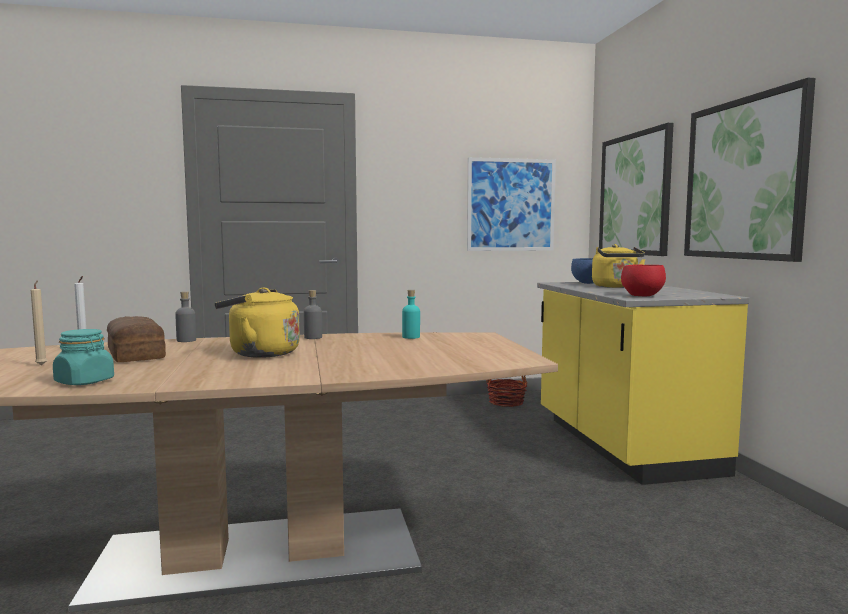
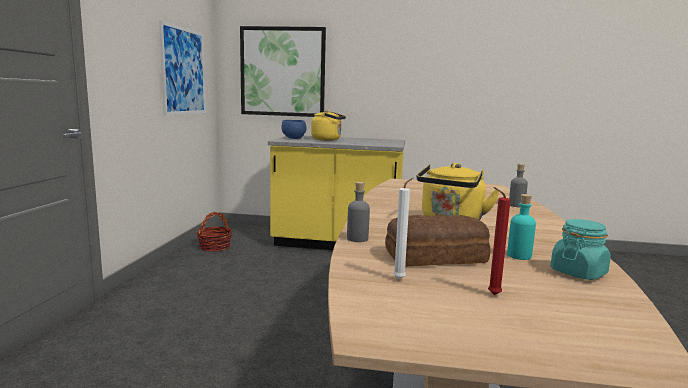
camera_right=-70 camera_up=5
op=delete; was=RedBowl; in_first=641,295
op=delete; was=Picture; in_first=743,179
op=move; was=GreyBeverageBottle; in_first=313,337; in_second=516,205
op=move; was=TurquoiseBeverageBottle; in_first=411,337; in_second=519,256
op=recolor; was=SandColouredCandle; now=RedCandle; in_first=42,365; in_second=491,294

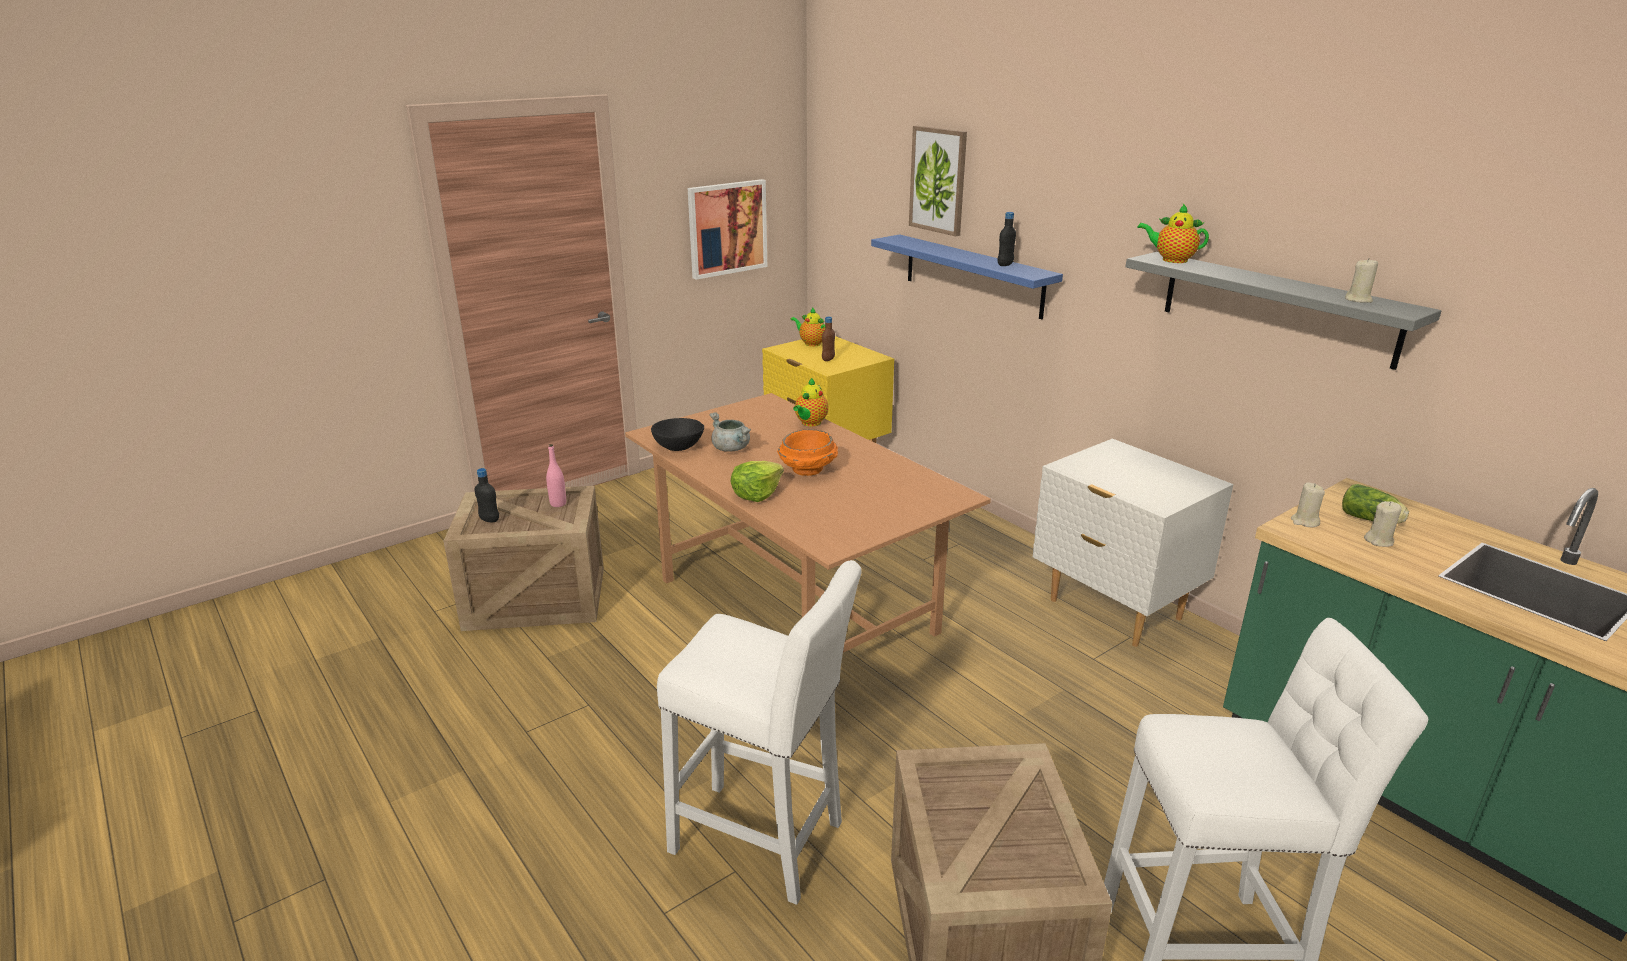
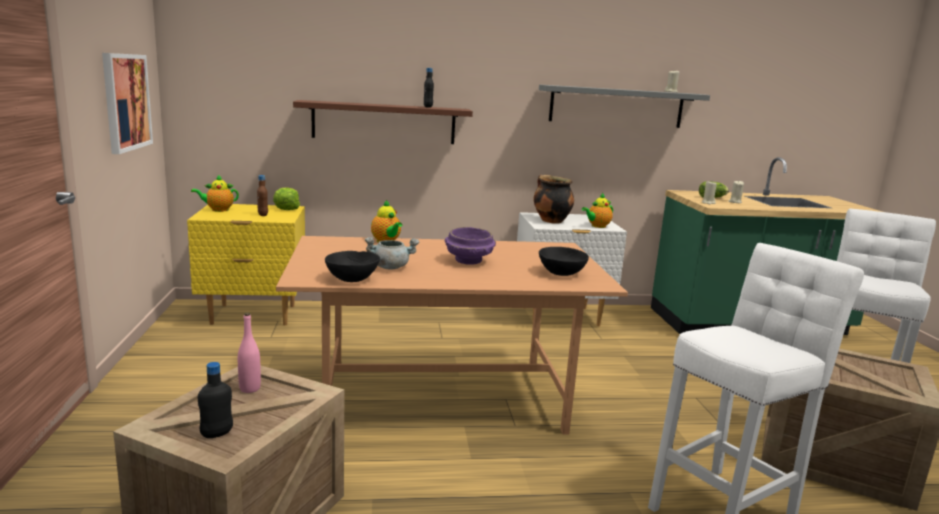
camera_right=-60 camera_up=-10
op=delete; was=Picture; in_first=938,180
op=insert; now=Stockpot; in_second=550,221
op=insert; now=BlackBowl; in_second=561,273
op=move; was=Lettuce; in_first=756,494; in_second=286,208
op=move; was=Teapot; in_first=1171,260; in_second=597,226
op=recolor; was=OrangeyBowl; now=PurpleColouredBowl; in_first=808,470; in_second=469,261
op=recolor; was=BlueColouredBracketShelf; now=BrownBracketShelf; in_first=973,275; in_second=384,122

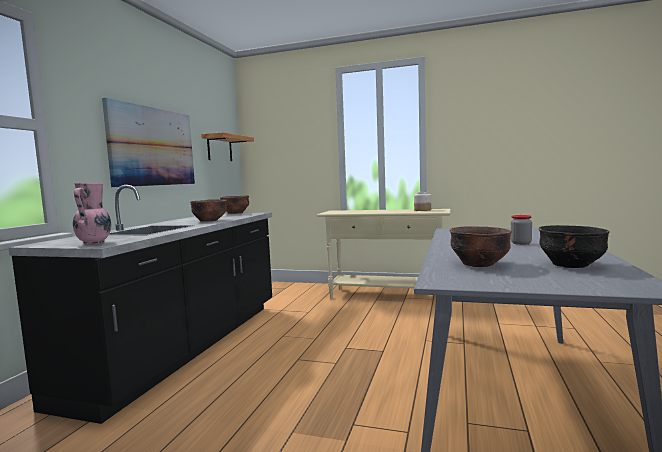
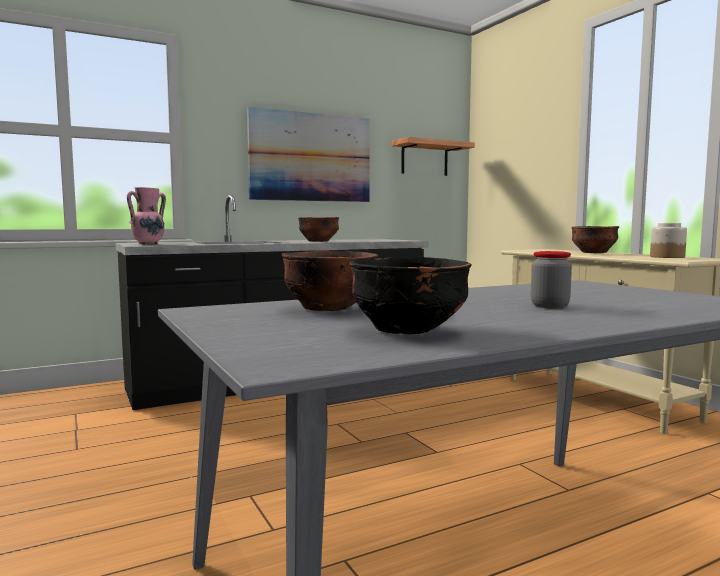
camera_right=45 camera_up=0
op=move; was=BrownBowl; in_first=236,213; in_second=594,253

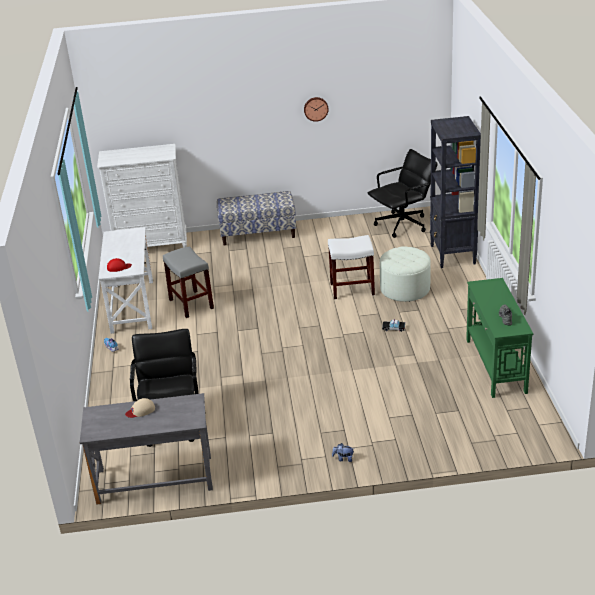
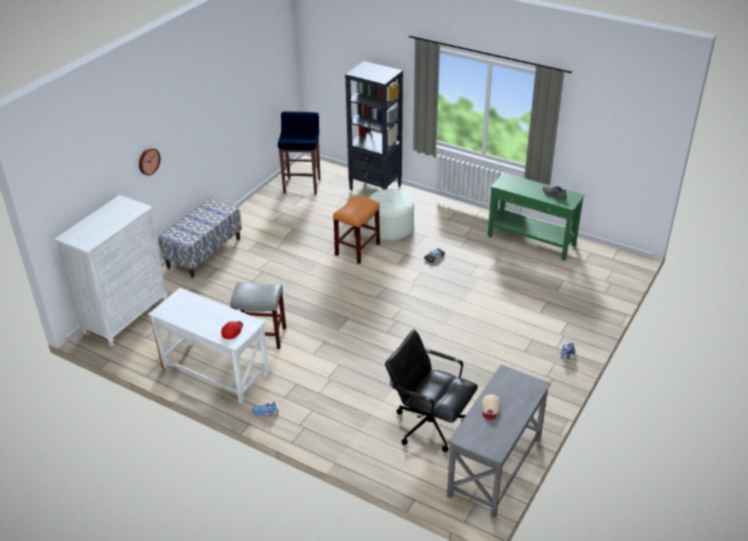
camera_right=-55 camera_up=5
op=move; was=WallClock; in_first=316,108; in_second=148,161
op=replace; was=BlackOfficeChair; now=BlueColouredStoolSeat; in_first=403,225; in_second=302,185
op=recolor; was=WhitishStoolSeat; now=OrangeyStoolSeat; in_first=352,289; in_second=357,249

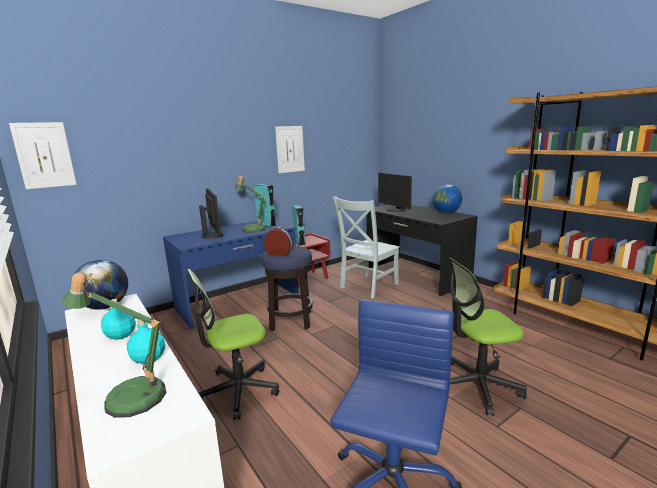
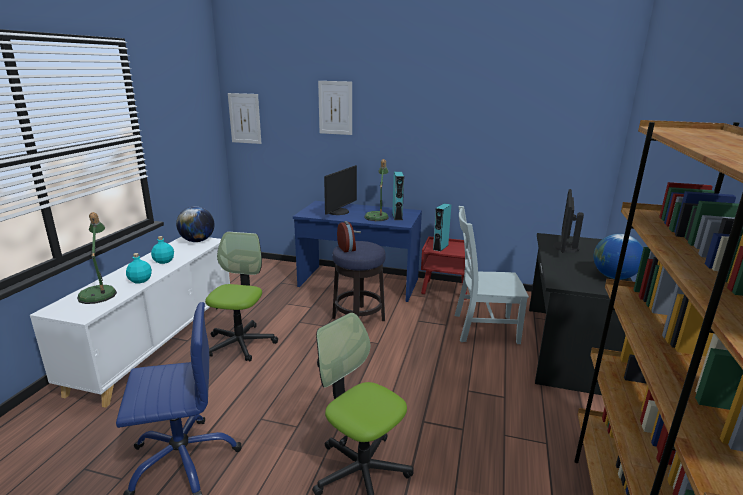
camera_right=50 camera_up=5
op=move; was=Picture; in_first=290,149; in_second=335,108
op=rotate; was=OfficeChair; in_first=237,391; in_second=240,343; clockwise=75

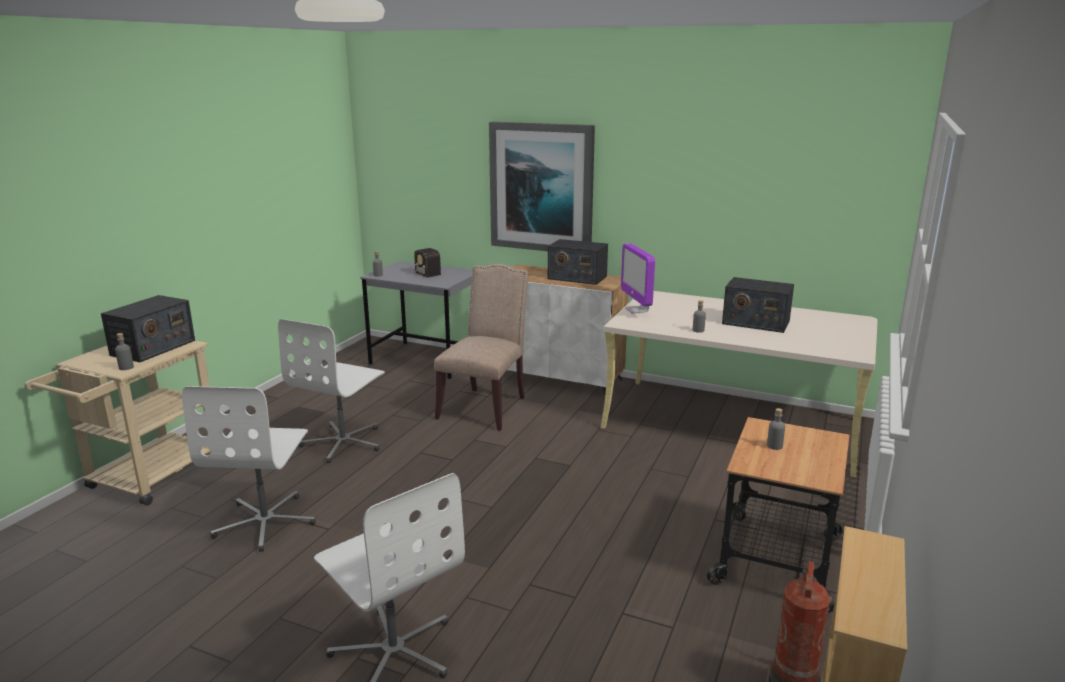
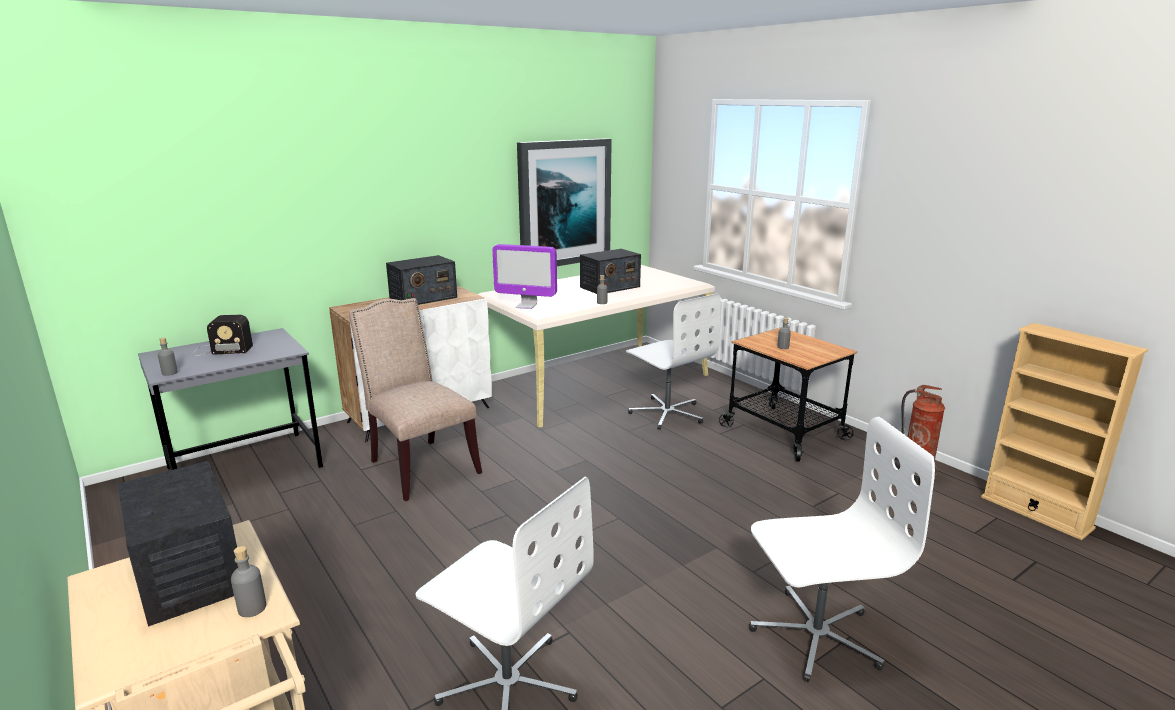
camera_right=-60 camera_up=0
op=move; was=WhitishOfficeChair; in_first=344,443; in_second=667,413
op=move; was=Picture; in_first=542,187; in_second=564,203

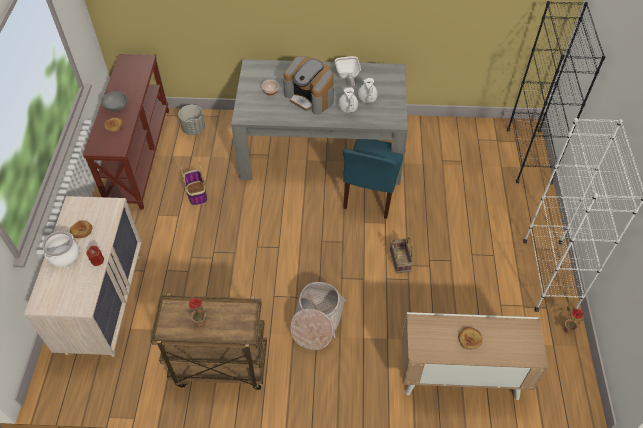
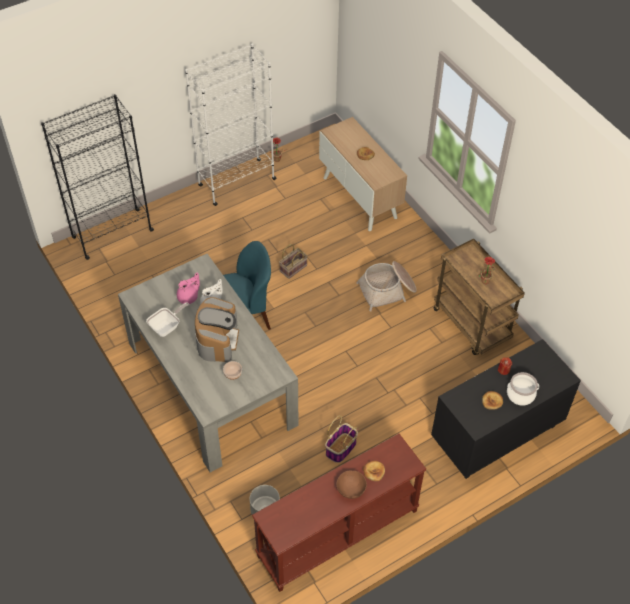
camera_right=-125 camera_up=0
op=recolor; was=SandColouredDrawerChest; now=BlackDrawerChest; in_first=104,302; in_second=496,435
op=recolor; was=GreyBowl; now=BrownBowl; in_first=116,107; in_second=351,489
op=recolor; was=WhitishTeapot; now=PinkTeapot; in_first=367,99; in_second=189,297

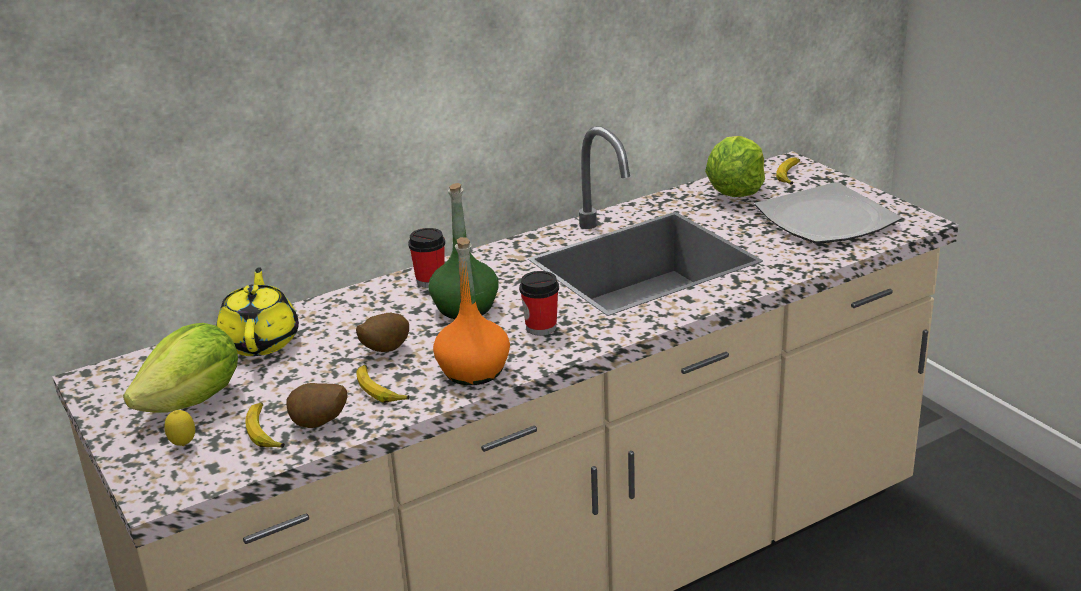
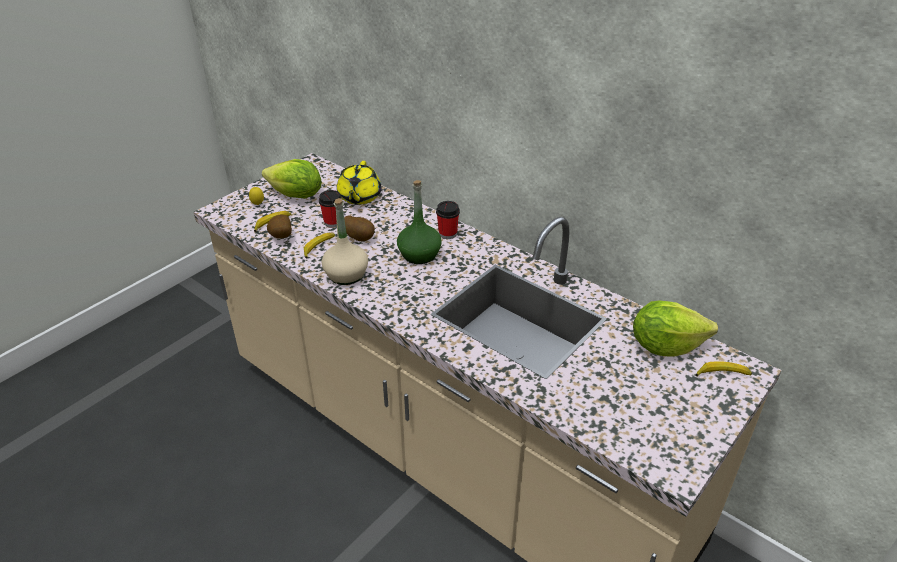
camera_right=70 camera_up=10
op=delete; was=FlatDish; in_first=827,220
op=move; was=DrinkingCup; in_first=541,327; in_second=333,222
op=recolor; was=OrangeyBeverageBottle; now=SandColouredBeverageBottle; in_first=474,370; in_second=346,275
op=rotate; was=YellowColouredTeapot; in_first=261,341; in_second=359,197; clockwise=120

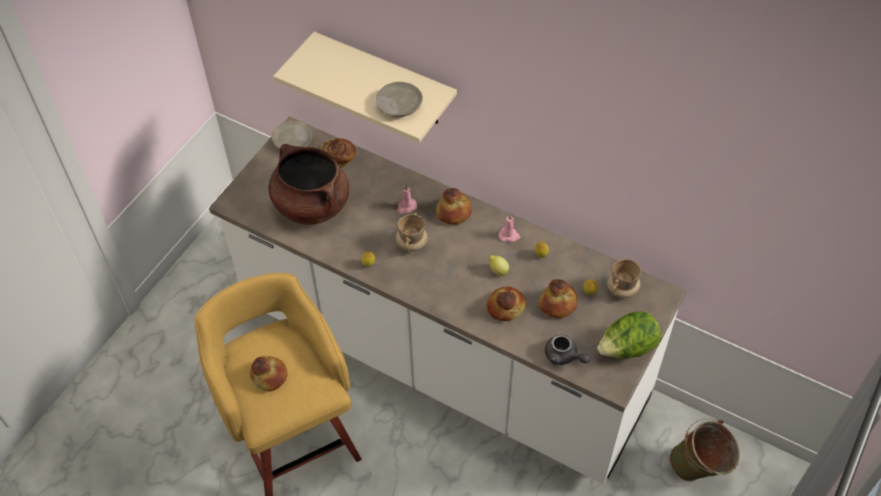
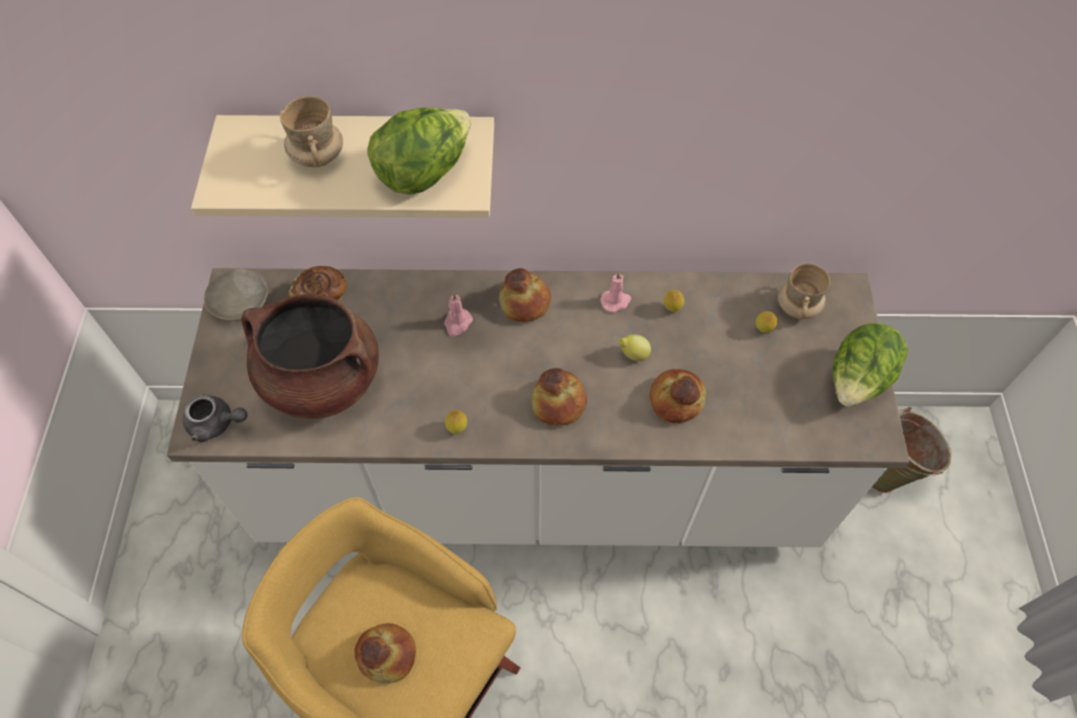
camera_right=-30 camera_up=5
op=move; was=SandColouredMug; in_first=412,243; in_second=317,156
op=move; was=Bread; in_first=558,304; in_second=559,402
op=move; was=GreyTeapot; in_first=564,356; in_second=216,424
op=replace; was=SandColouredFlatDish; now=Lettuce; in_first=399,105; in_second=424,172

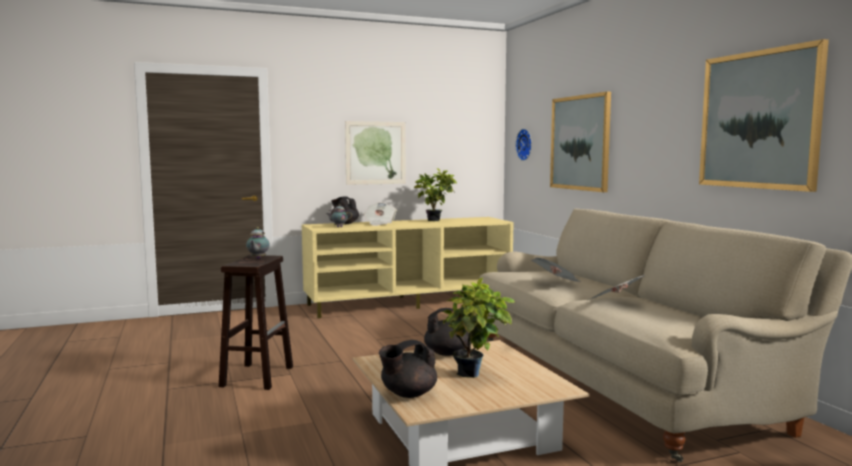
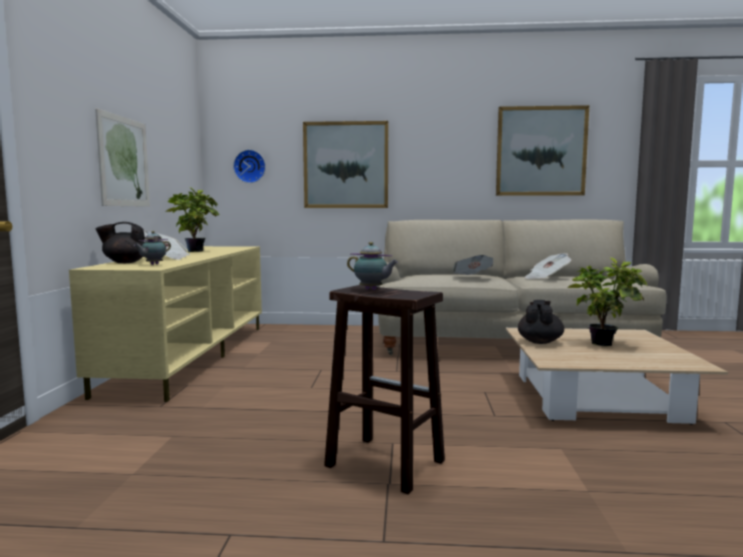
camera_right=-65 camera_up=0
op=delete; was=BlackTeapot; in_first=408,394

